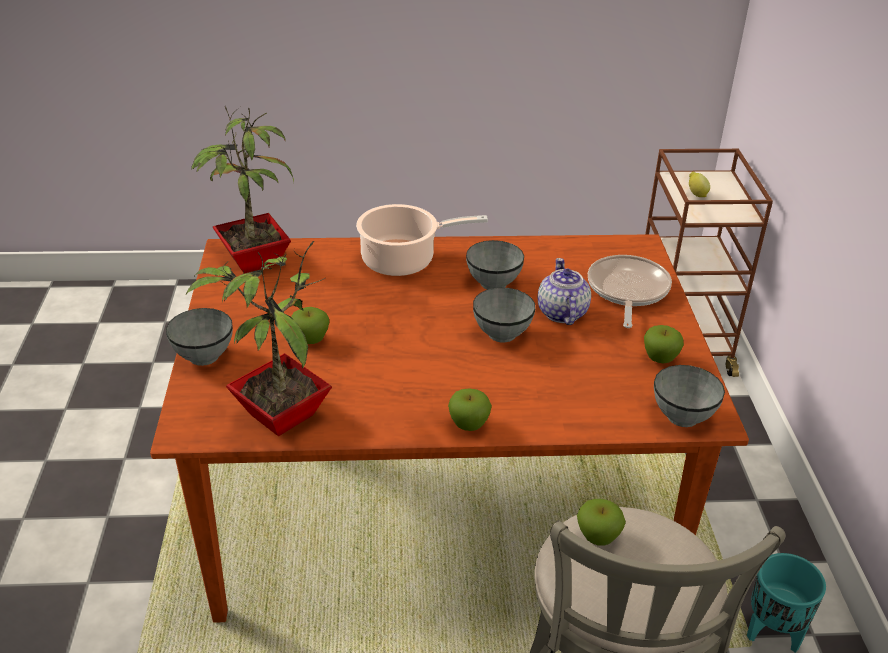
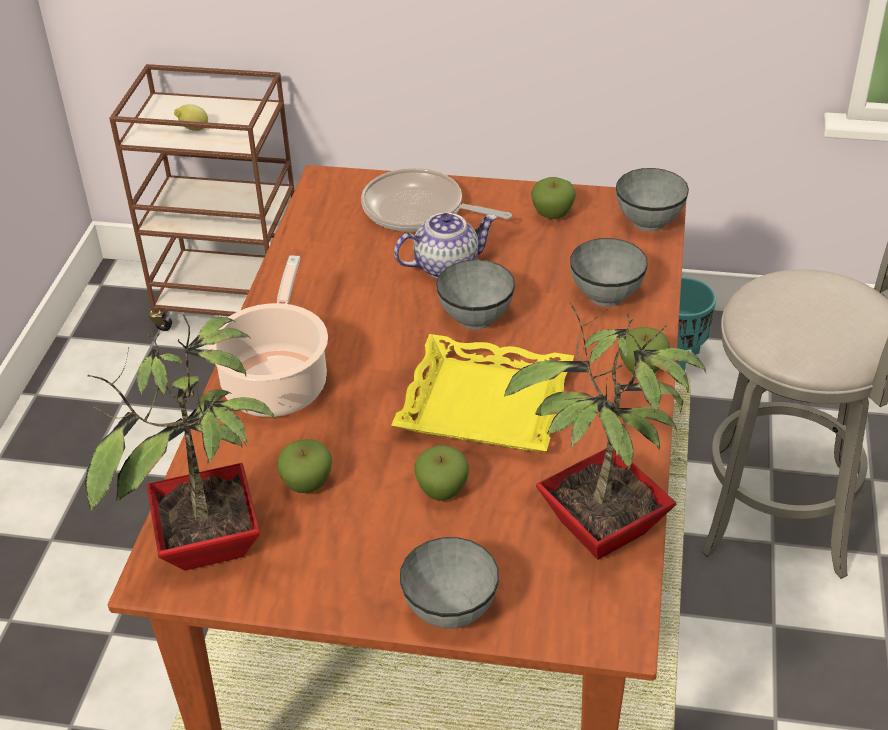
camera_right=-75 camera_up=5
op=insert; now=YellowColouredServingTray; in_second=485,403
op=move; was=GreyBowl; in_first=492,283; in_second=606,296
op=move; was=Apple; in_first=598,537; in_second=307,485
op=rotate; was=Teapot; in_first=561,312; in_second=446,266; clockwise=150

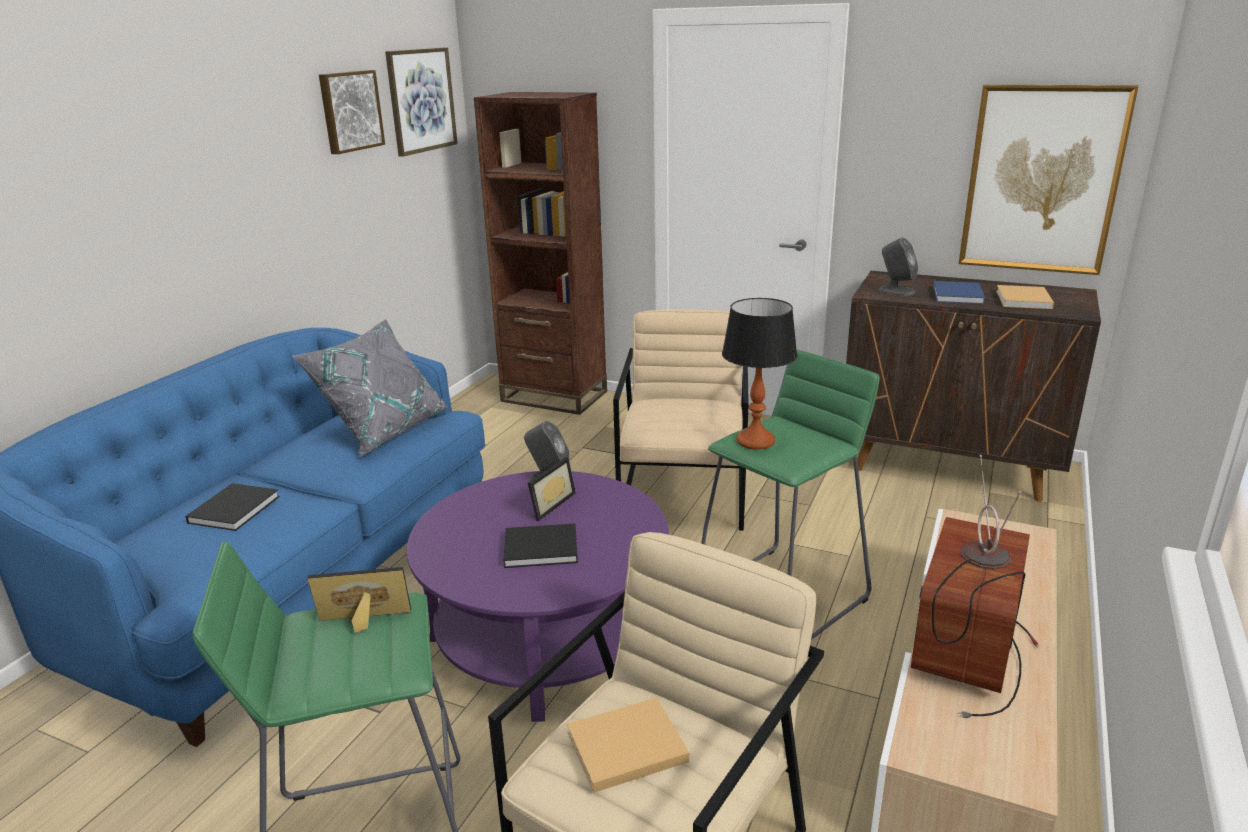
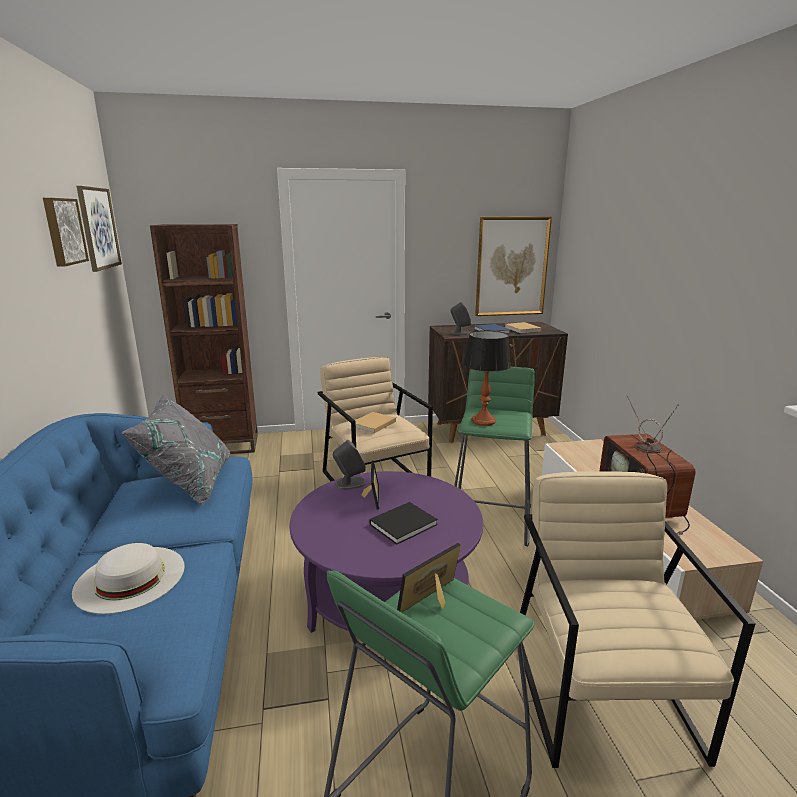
camera_right=-35 camera_up=-5
op=move; was=SandColouredBook; in_first=623,748; in_second=372,424
op=replace; was=BlackBook; now=WhitishWearableHat; in_first=236,508; in_second=130,578

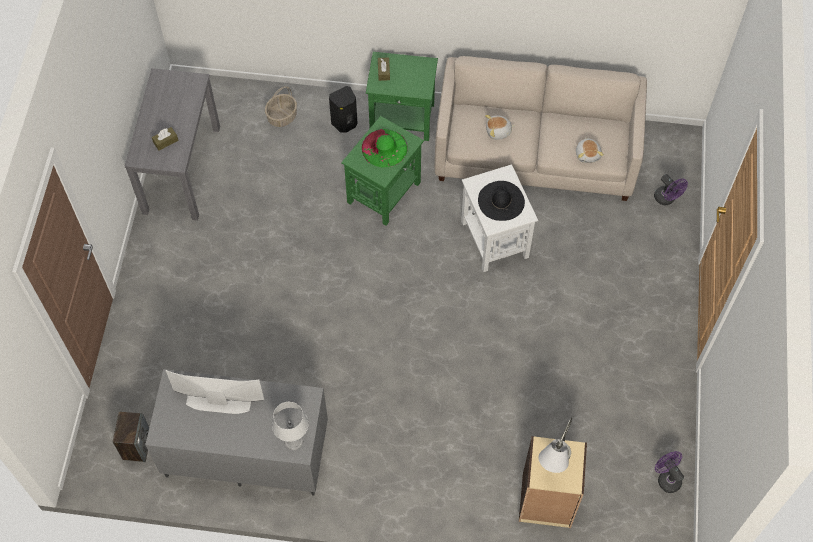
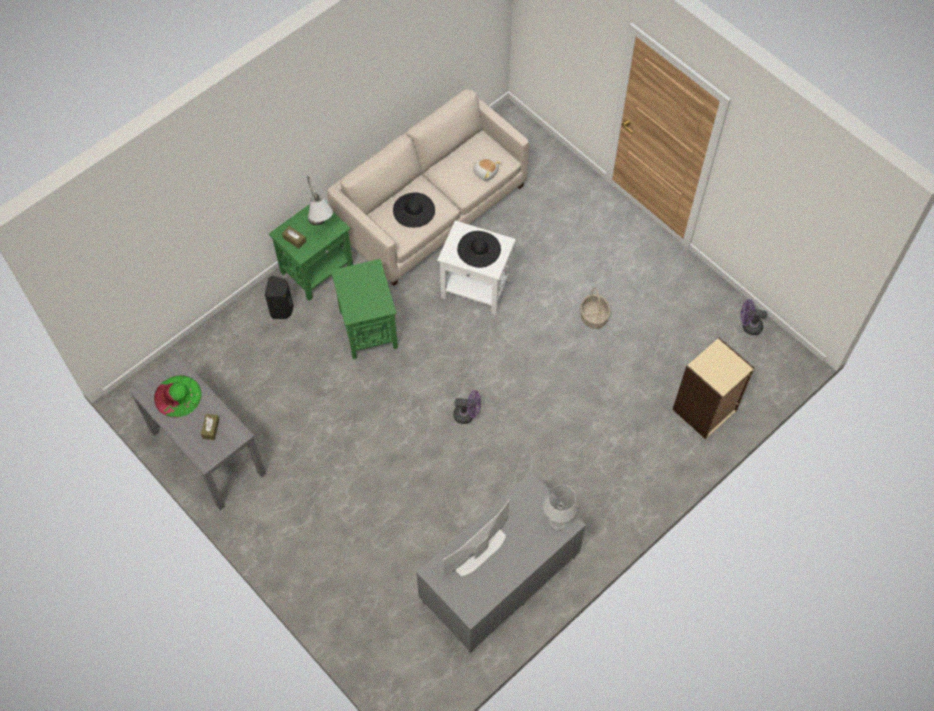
camera_right=-50 camera_up=0
op=delete; was=Loudspeaker; in_first=137,445
op=move; was=HouseholdBasket; in_first=282,116; in_second=593,317
op=move; was=GreenishWearableHat; in_first=384,148; in_second=177,396
op=move; was=GreyTabletopLamp; in_first=553,466; in_second=320,227
op=move; was=PurpleColouredCoolingFan; in_first=667,199; in_second=467,415
op=replace; was=PlushToy; now=BlackWearableHat; in_first=498,132; in_second=414,210

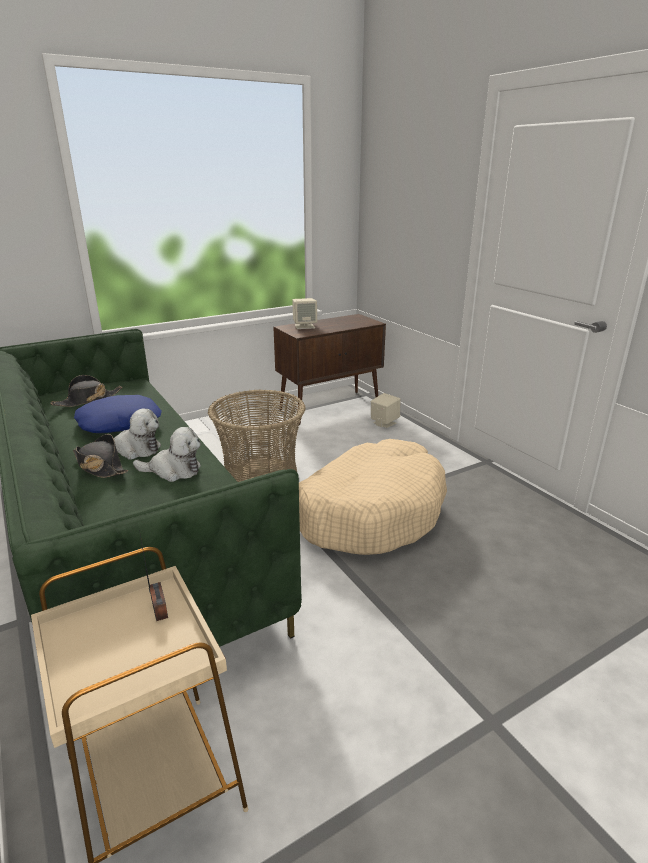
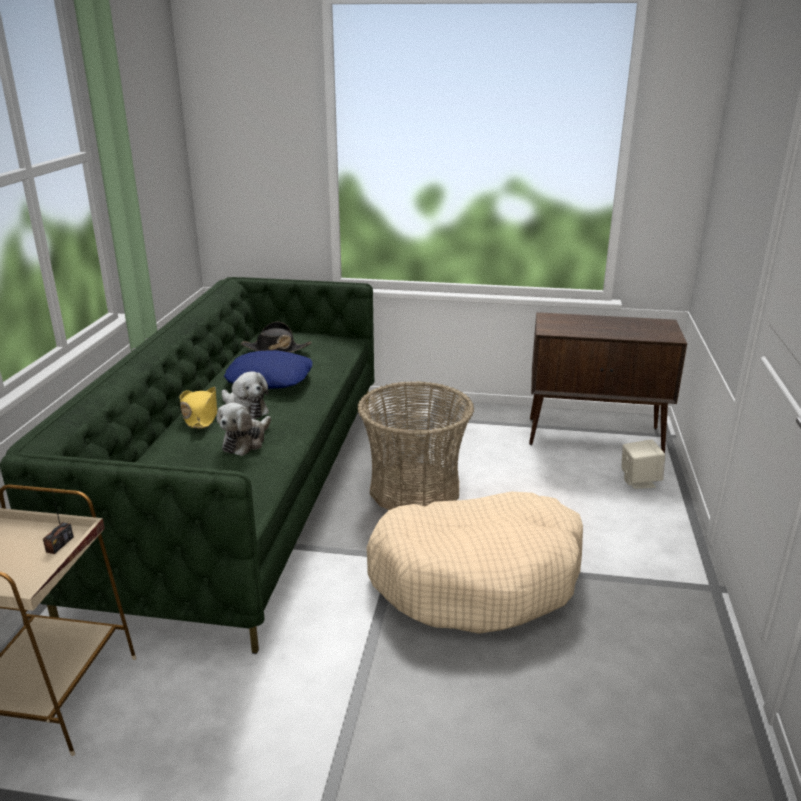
camera_right=40 camera_up=0
op=delete; was=SandColouredLoudspeaker; in_first=305,326
op=recolor; was=BlackWearableHat; now=YellowColouredWearableHat; in_first=100,466; in_second=200,415
op=rotate; was=PlushToy; in_first=173,470; in_second=245,442; clockwise=75

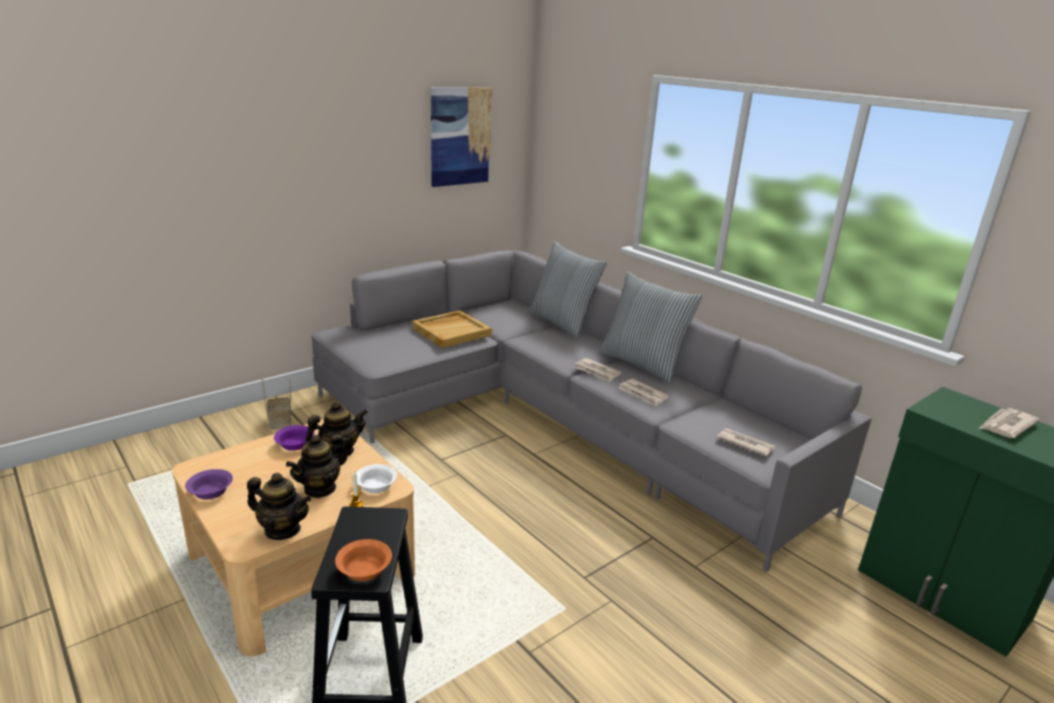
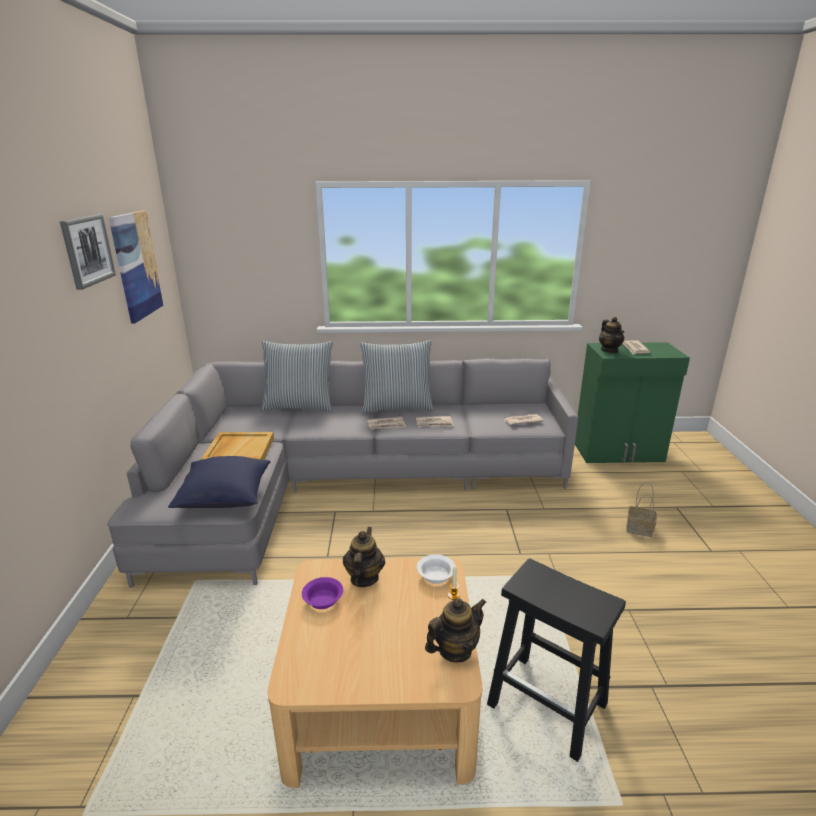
camera_right=-50 camera_up=0
op=delete; was=PurpleColouredBowl; in_first=211,491
op=delete; was=OrangeyBowl; in_first=363,569
op=insert; now=Picture; in_second=87,250
op=insert; now=BlueColouredCushion; in_second=224,497
op=move; was=HouseholdBasket; in_first=280,422; in_second=640,529
op=move; was=Teapot; in_first=320,488; in_second=609,350

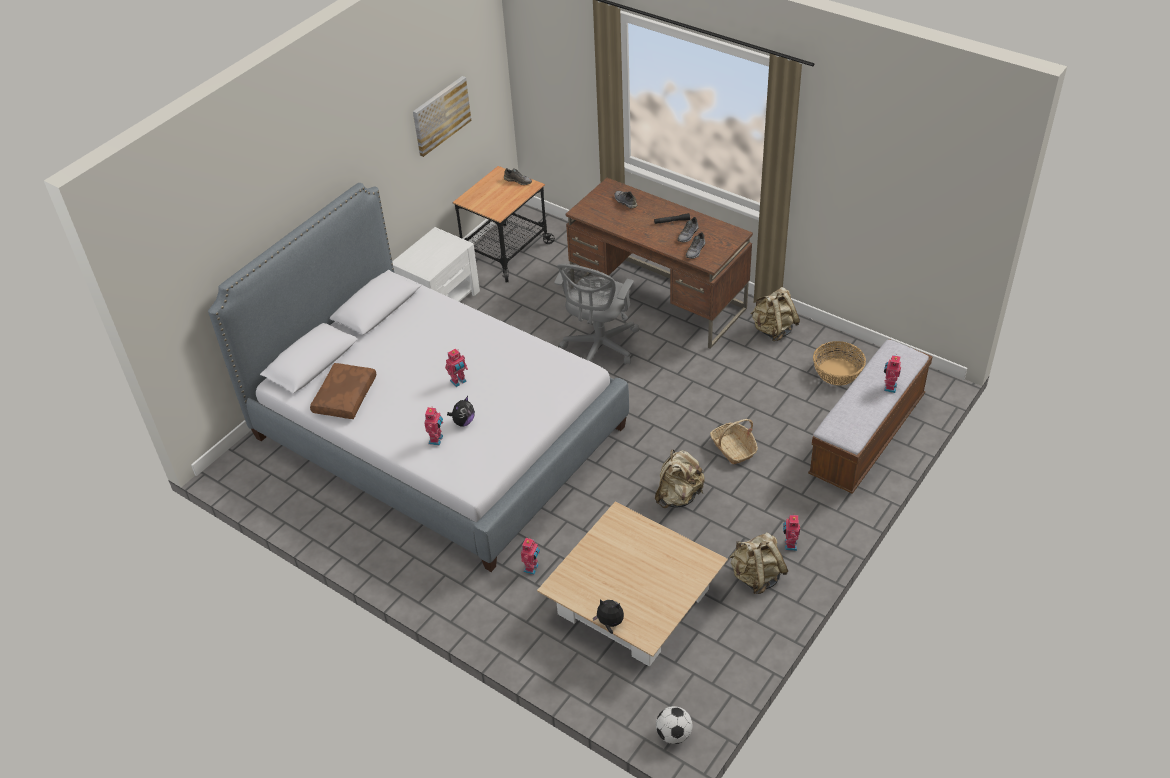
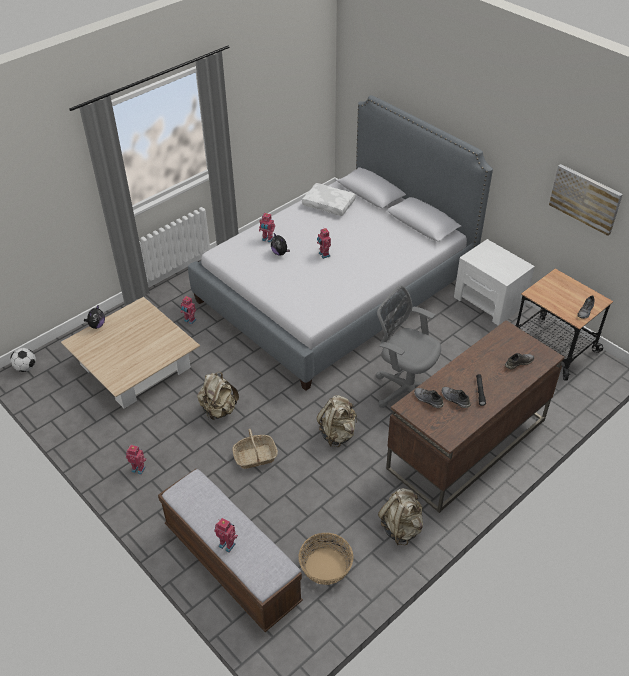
camera_right=100 camera_up=0
op=move; was=SandColouredKnapsack; in_first=756,577; in_second=337,433
op=recolor; was=BrownCushion; now=WhitishCushion; in_first=344,396; in_second=329,204

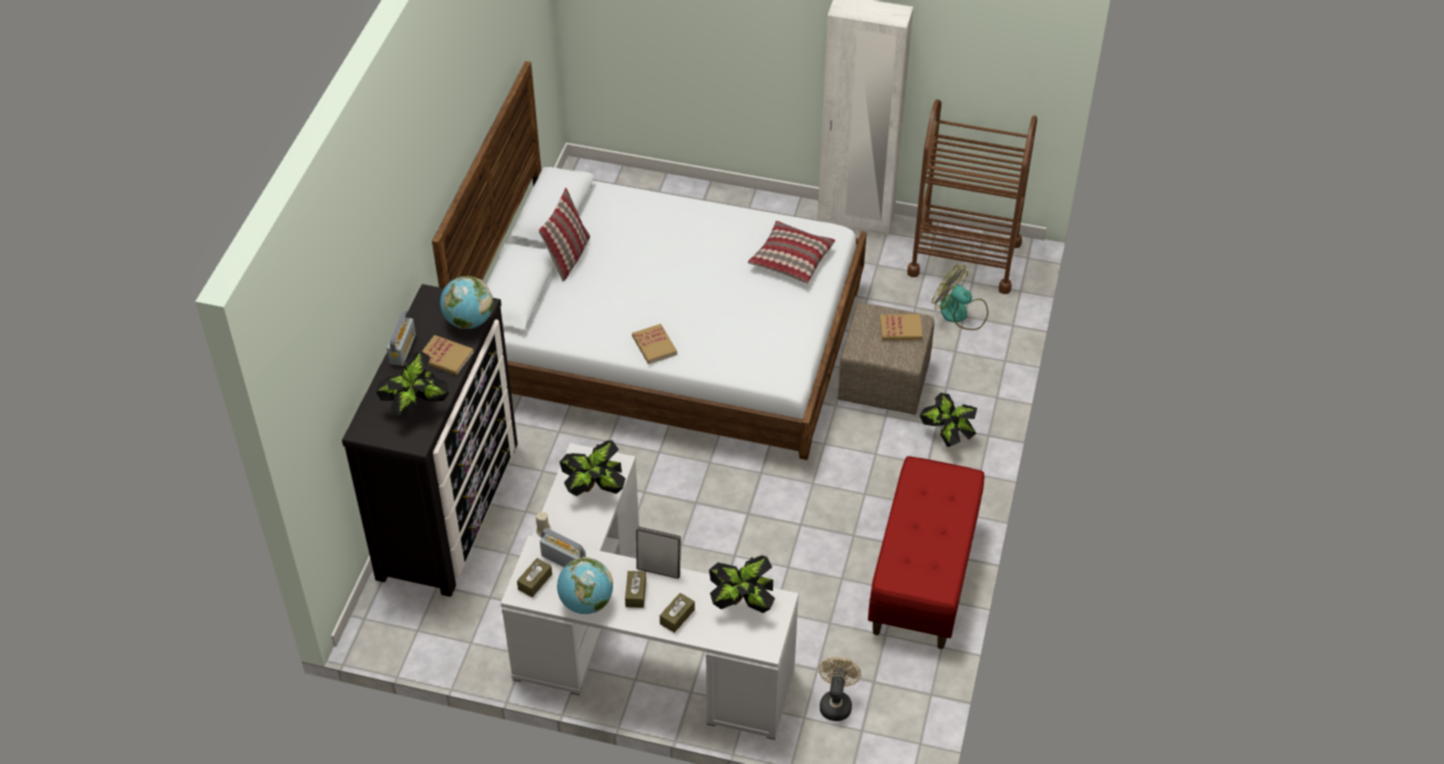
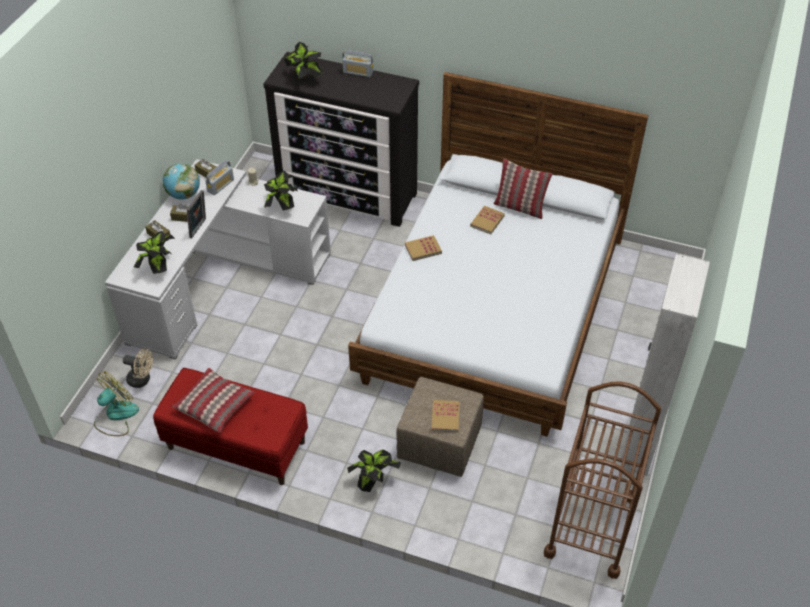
camera_right=95 camera_up=0
op=delete; was=DeskGlobe; in_first=468,321
op=move; was=Book; in_first=445,357; in_second=487,221
op=move; was=Cushion; in_first=791,259; in_second=215,405
op=move; was=CoolingFan; in_first=960,313; in_second=116,415

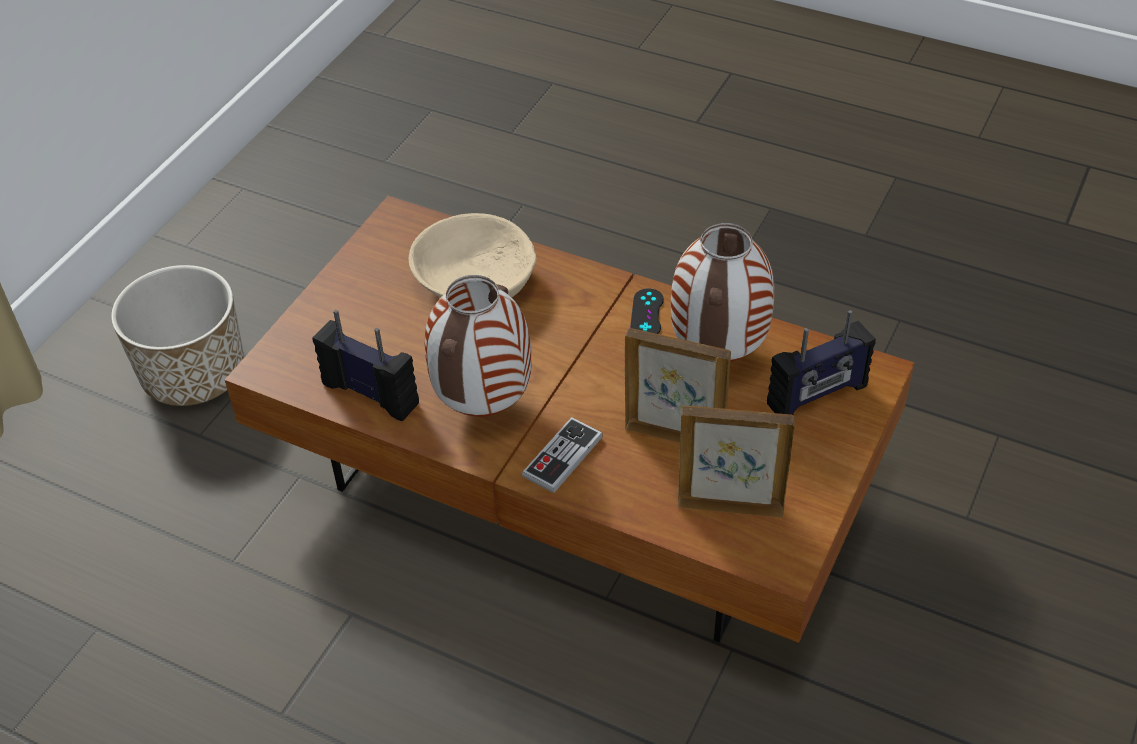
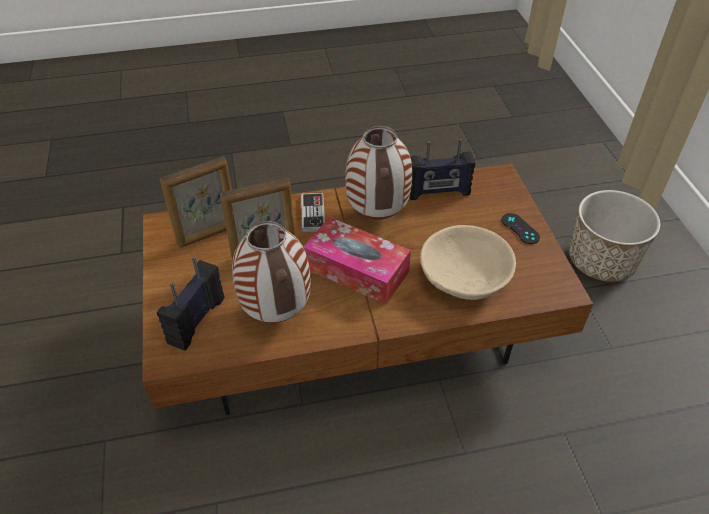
camera_right=140 camera_up=0
op=insert; now=TissueBox; in_second=356,270
op=move; was=BlackJoypad; in_first=647,314; in_second=520,229

